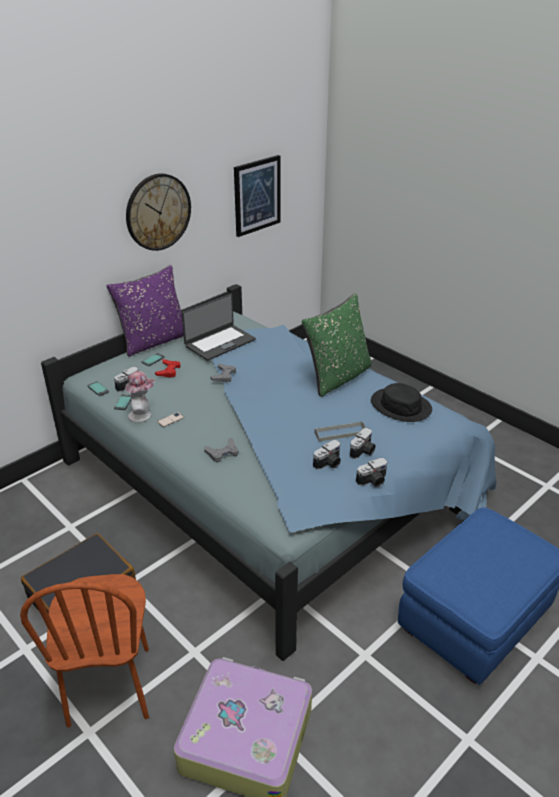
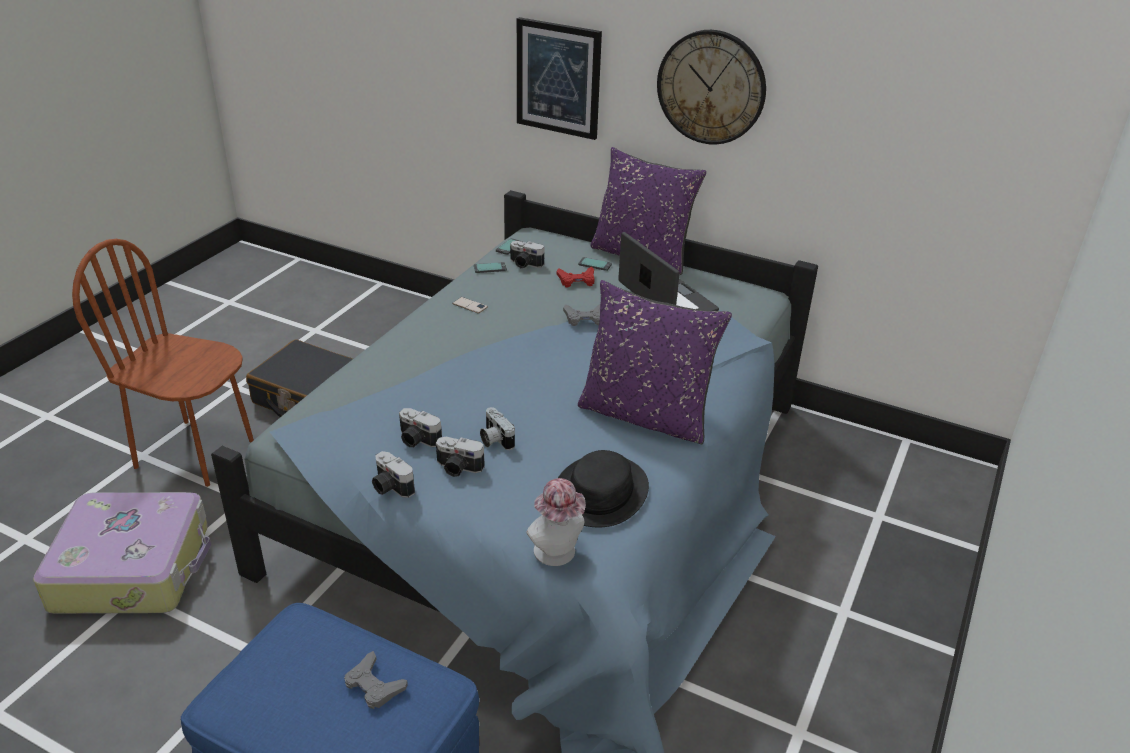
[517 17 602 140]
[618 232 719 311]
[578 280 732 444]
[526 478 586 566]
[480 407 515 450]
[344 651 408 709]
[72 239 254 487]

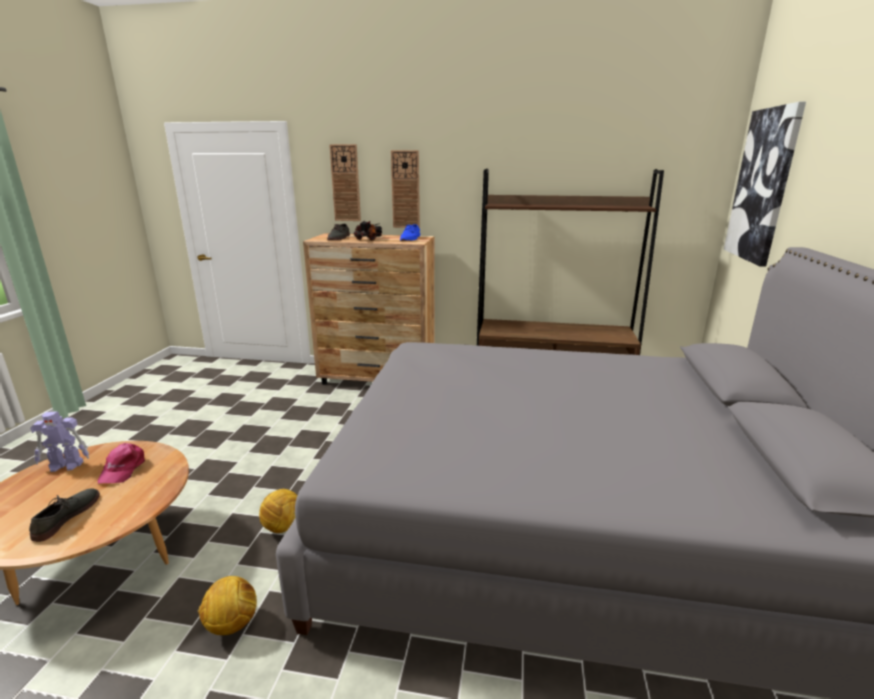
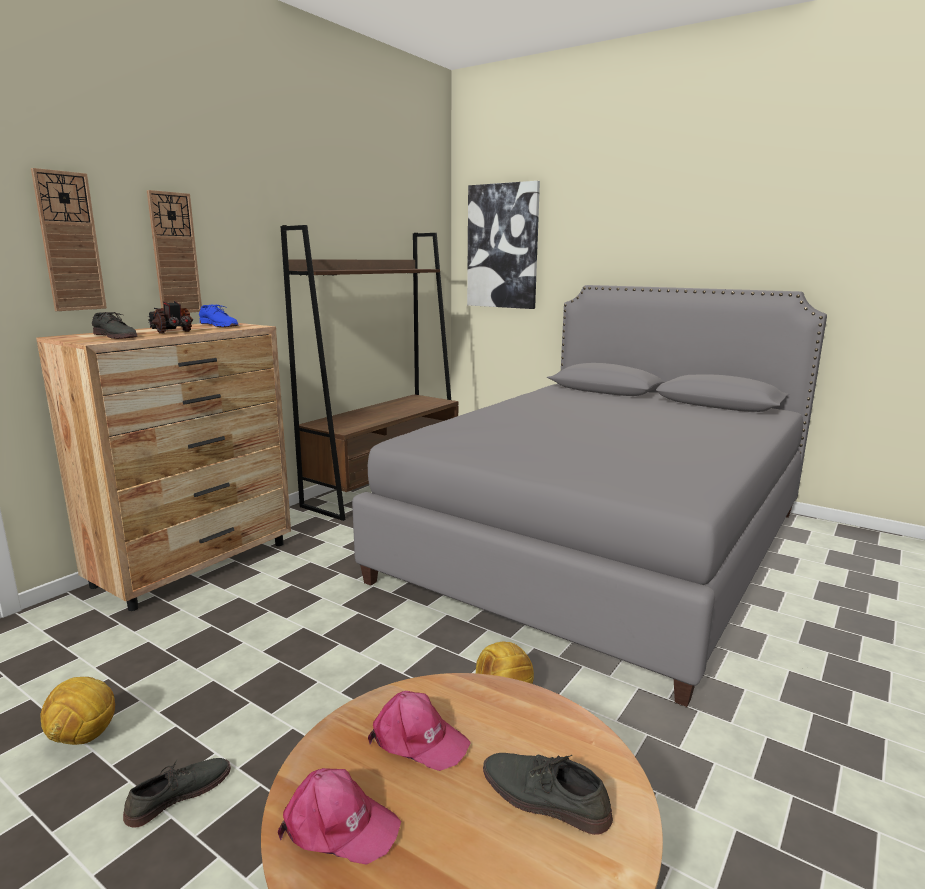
[278 768 401 865]
[40 677 115 745]
[123 758 231 828]

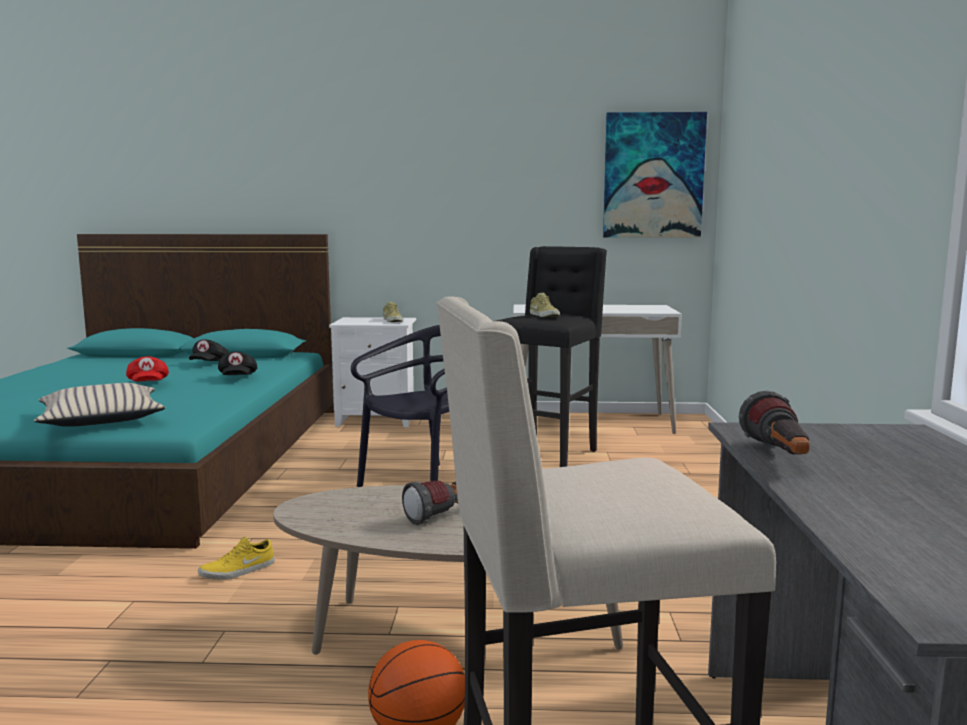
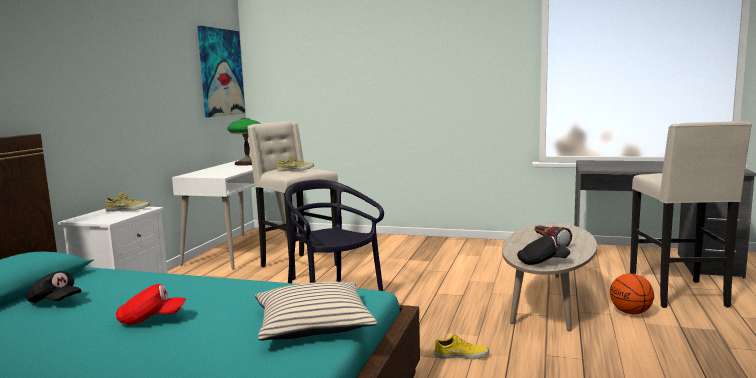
[247 121 338 280]
[517 235 571 265]
[739 391 810 454] (first image)
[434 333 489 360]
[227 118 261 166]

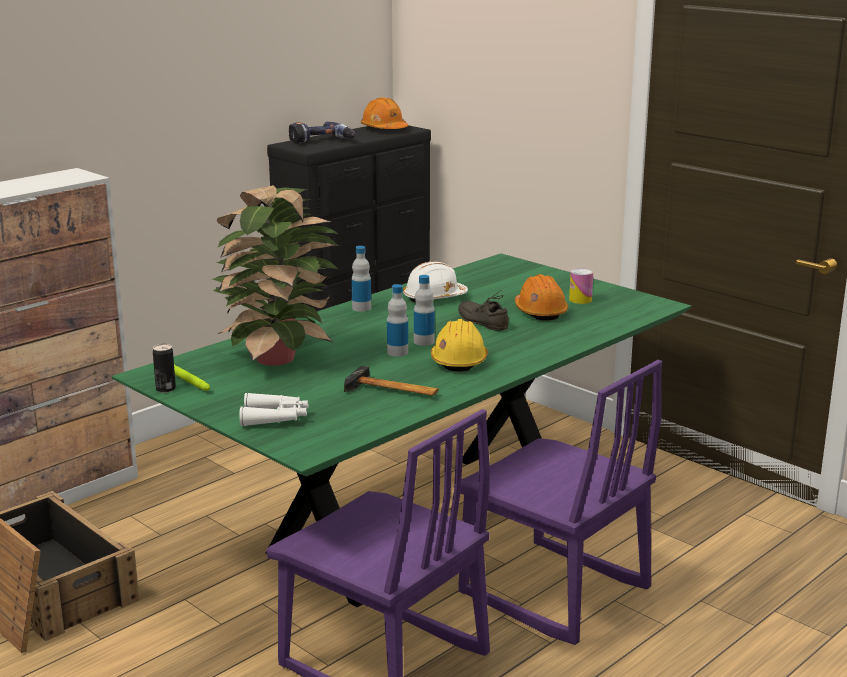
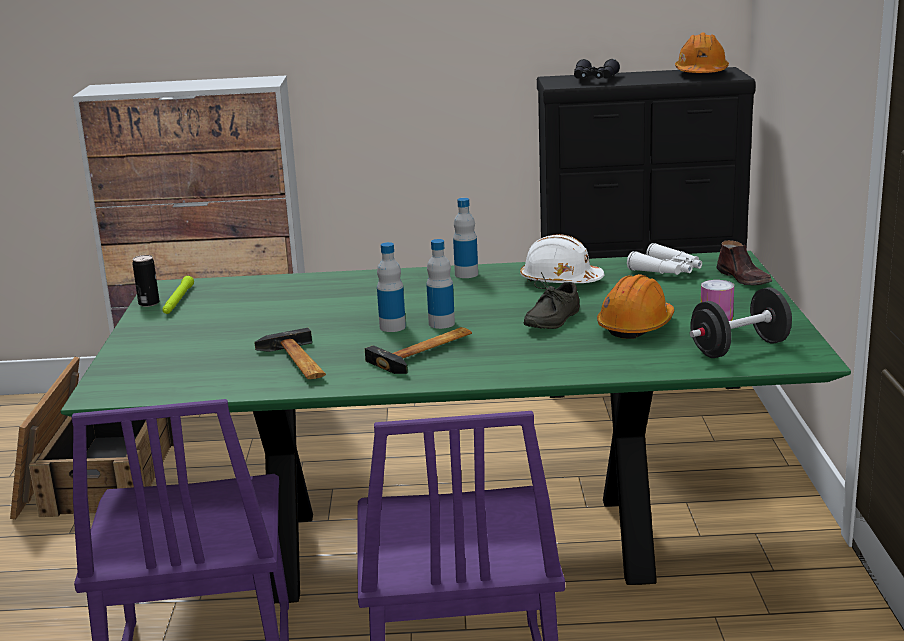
[574 59 620 79]
[213 185 340 366] (first image)
[523 272 580 329]
[365 327 472 374]
[627 243 702 275]
[717 240 772 285]
[690 288 792 358]

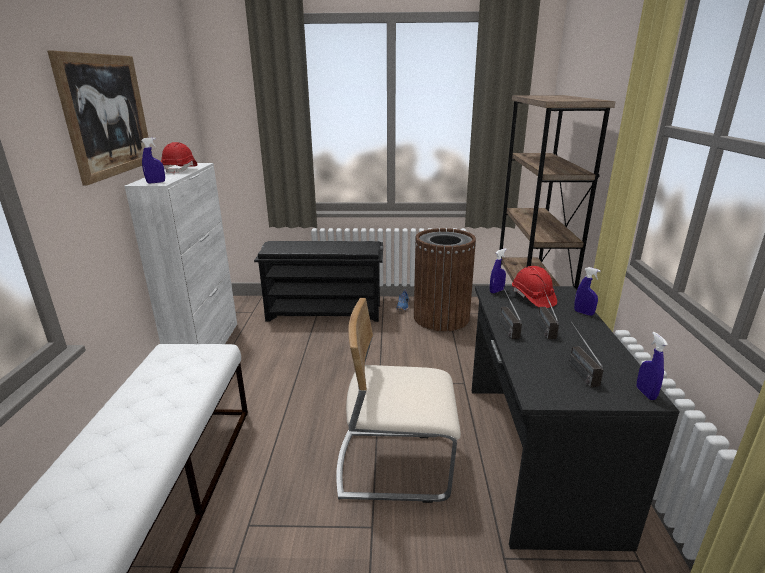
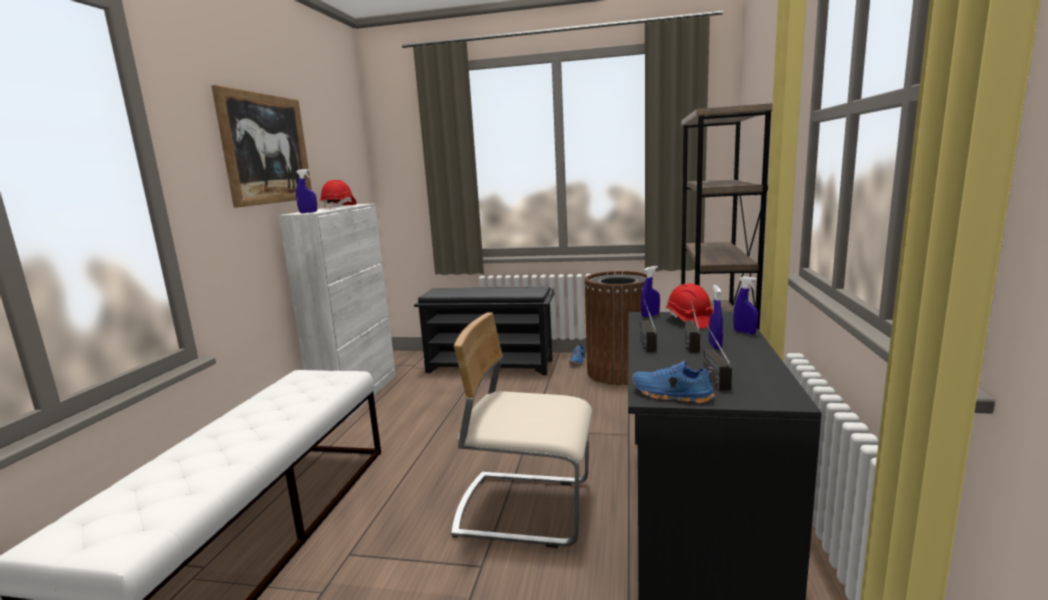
[709 285 723 349]
[633 360 715 404]

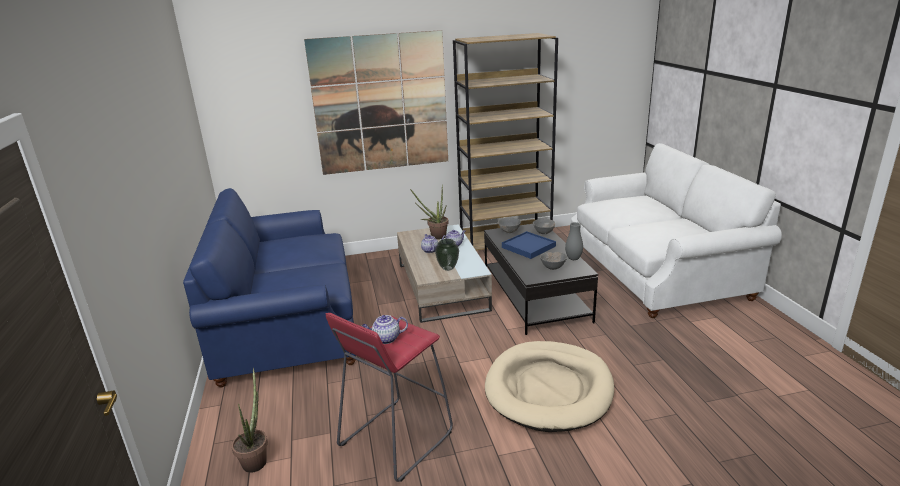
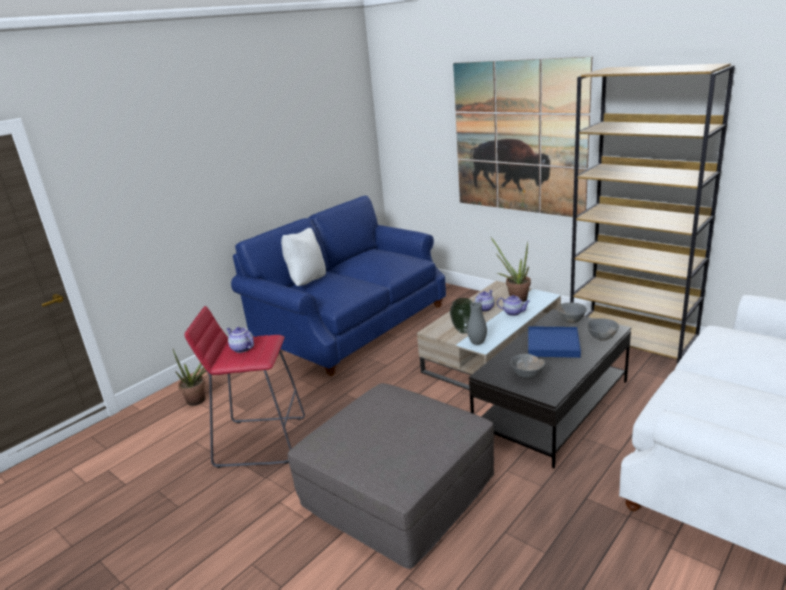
[467 302 487 345]
[288 383 494 569]
[281 228 326 286]

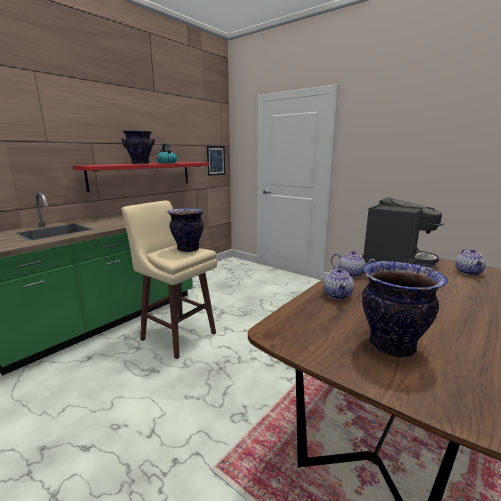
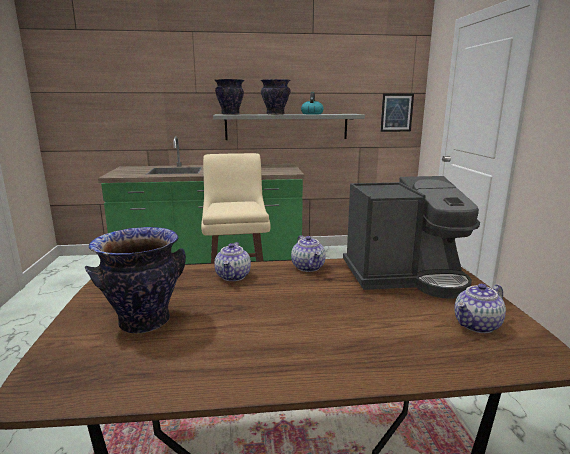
[213 114 365 140]
[215 79 244 115]
[214 242 251 281]

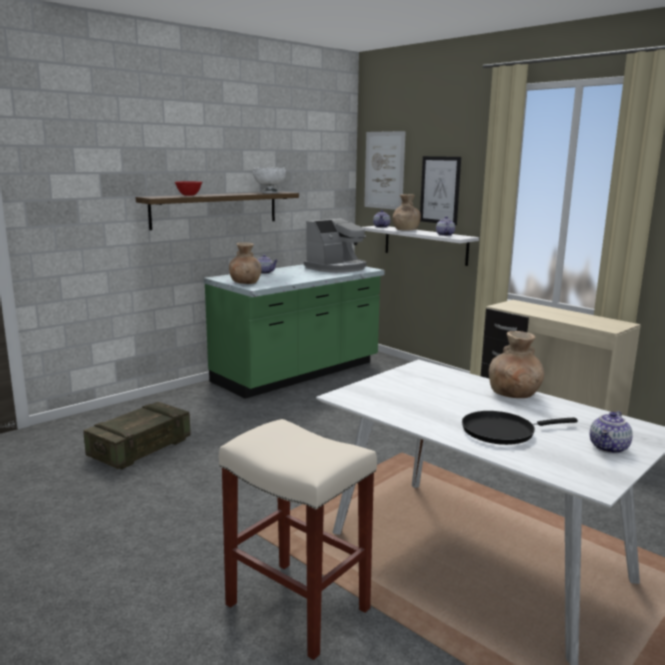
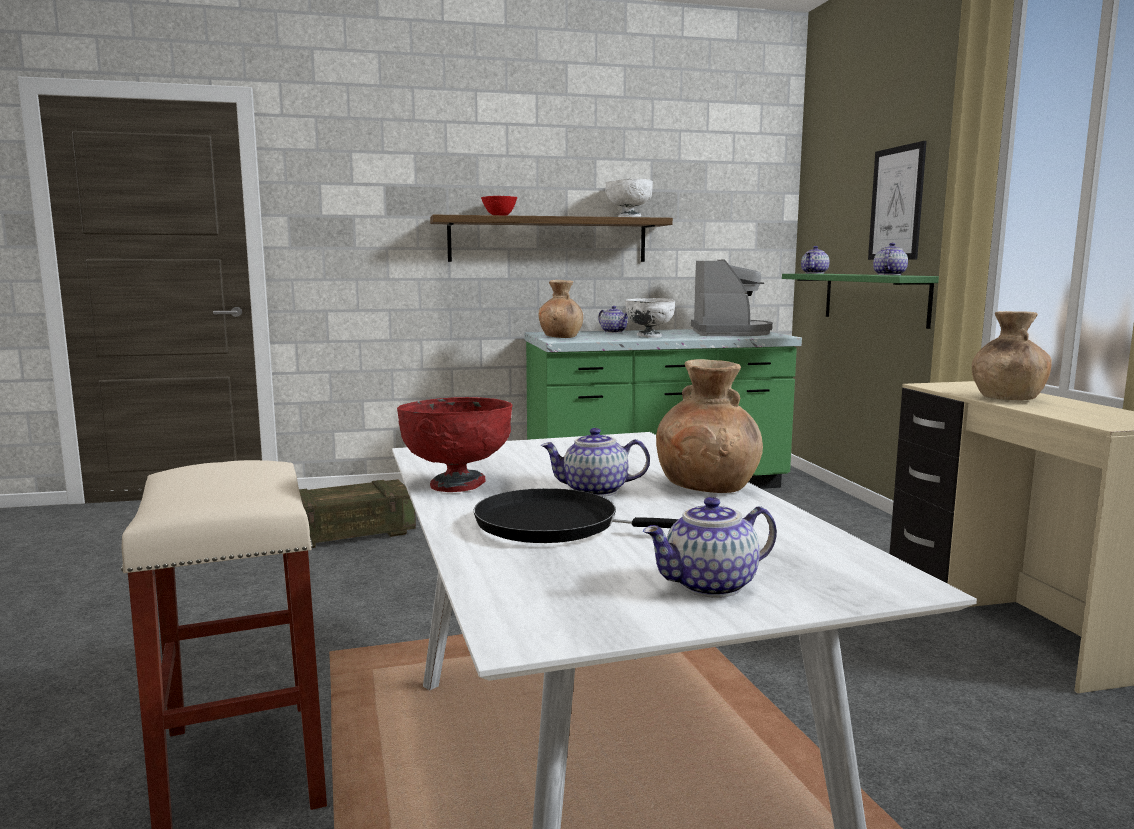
[364 131 406 210] (first image)
[972 311 1052 400]
[691 260 773 336]
[782 274 939 329]
[625 298 675 338]
[397 397 513 492]
[540 428 650 497]

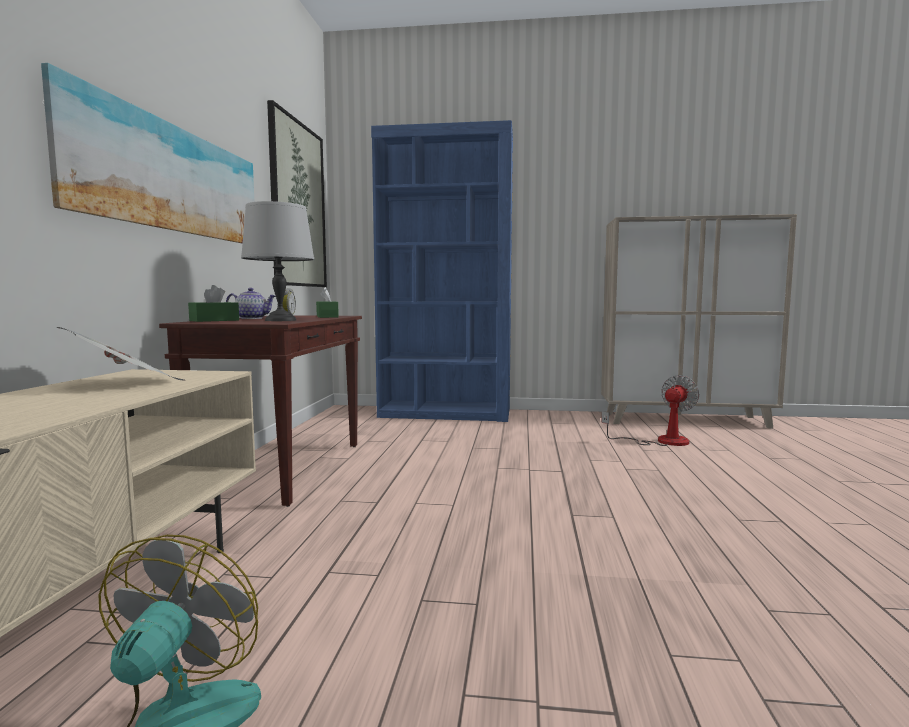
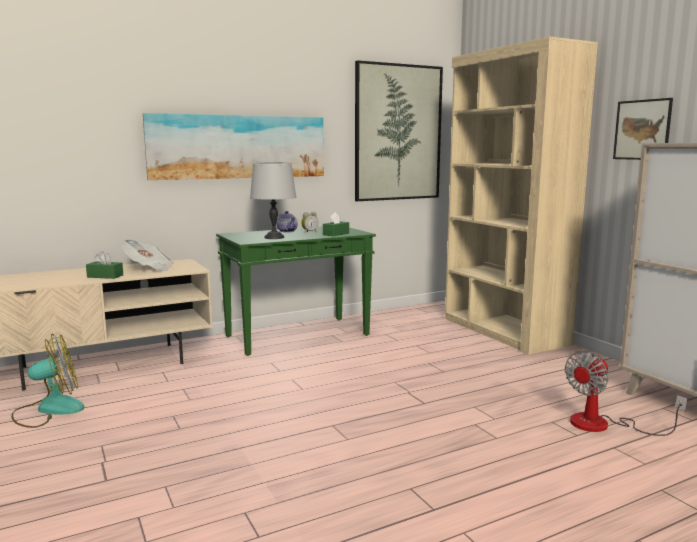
[445 36 598 355]
[86 251 123 279]
[216 226 376 356]
[565 351 687 436]
[613 98 673 160]

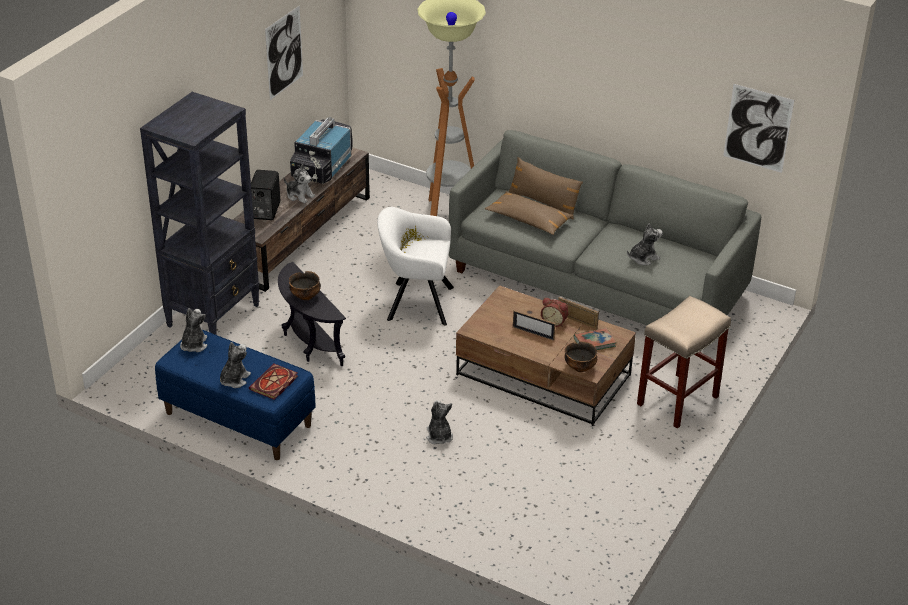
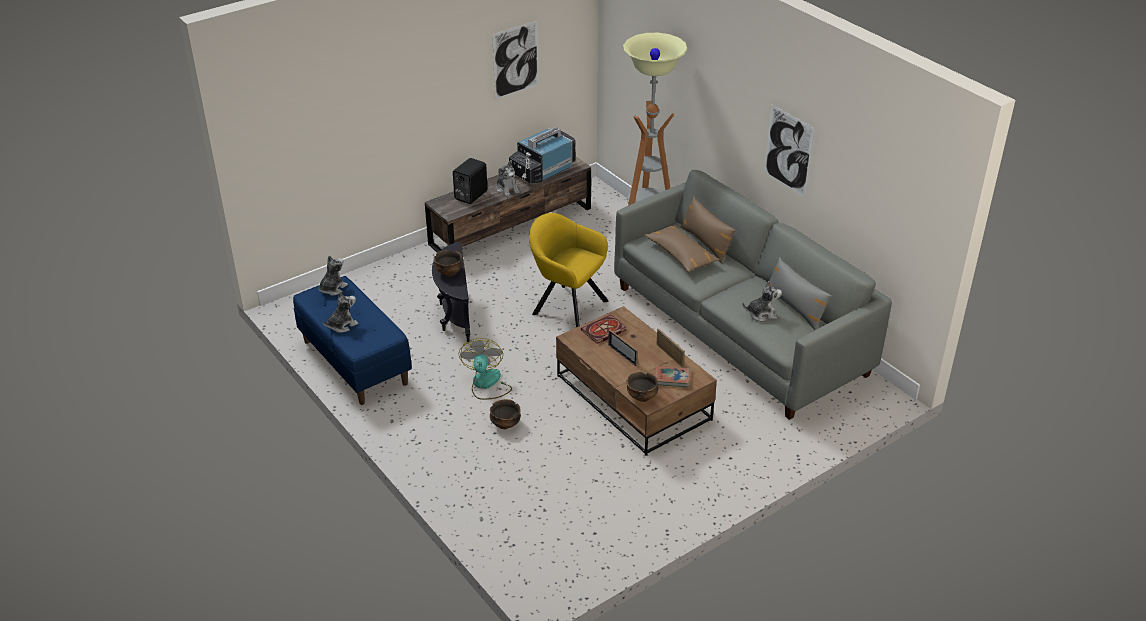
[764 105 814 197]
[140 92 259 335] (first image)
[529 213 609 327]
[637 296 731 429] (first image)
[541 298 569 327] (first image)
[581 315 626 344]
[490 399 521 429]
[769 257 832 330]
[459 338 512 400]

